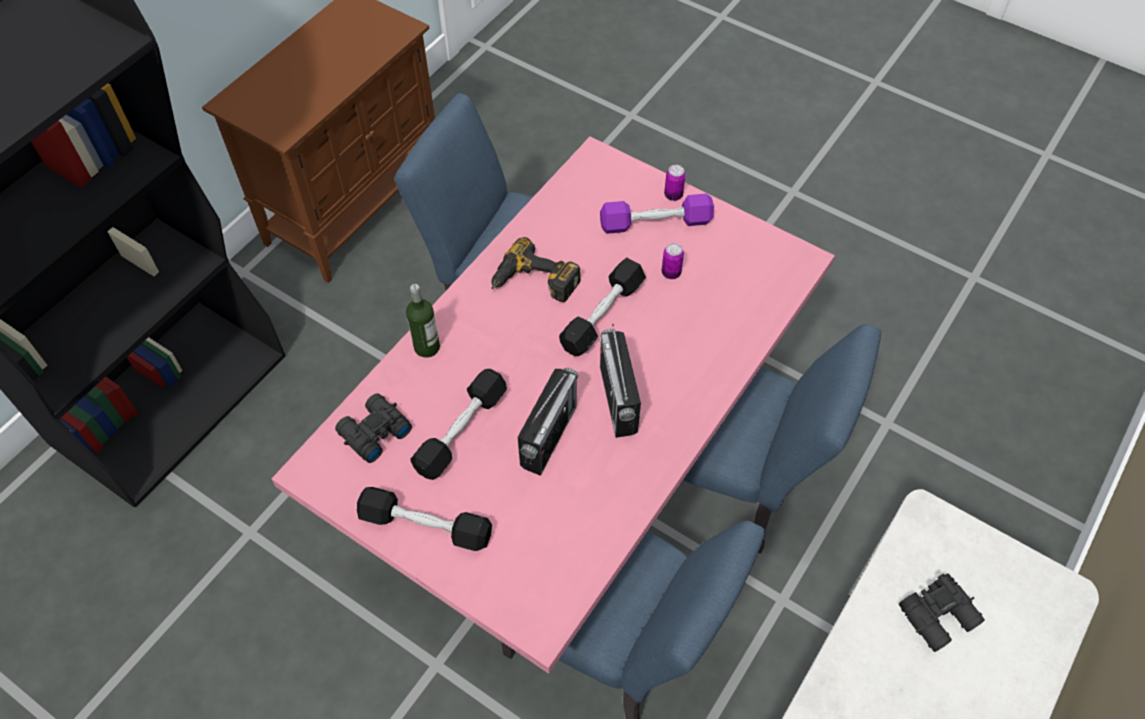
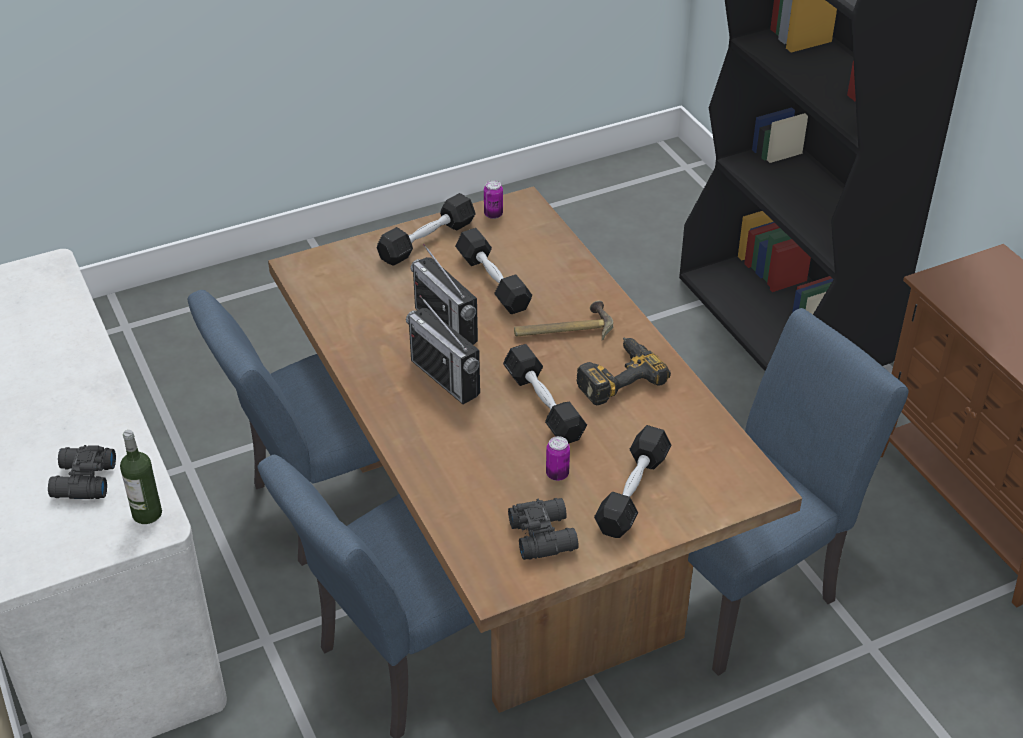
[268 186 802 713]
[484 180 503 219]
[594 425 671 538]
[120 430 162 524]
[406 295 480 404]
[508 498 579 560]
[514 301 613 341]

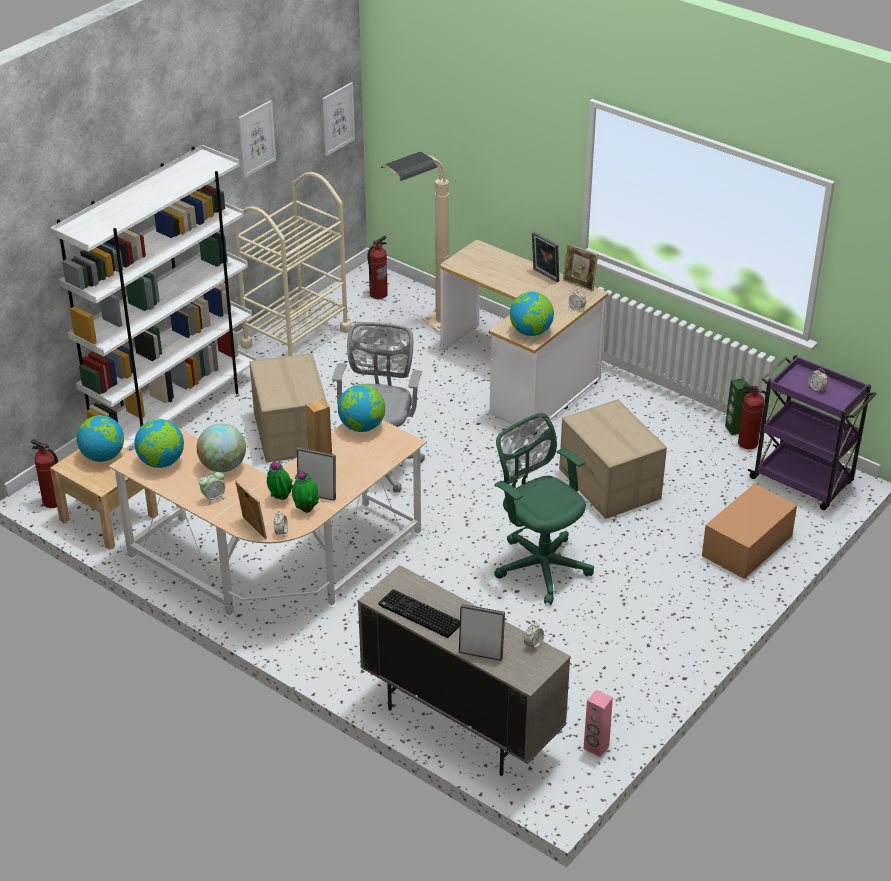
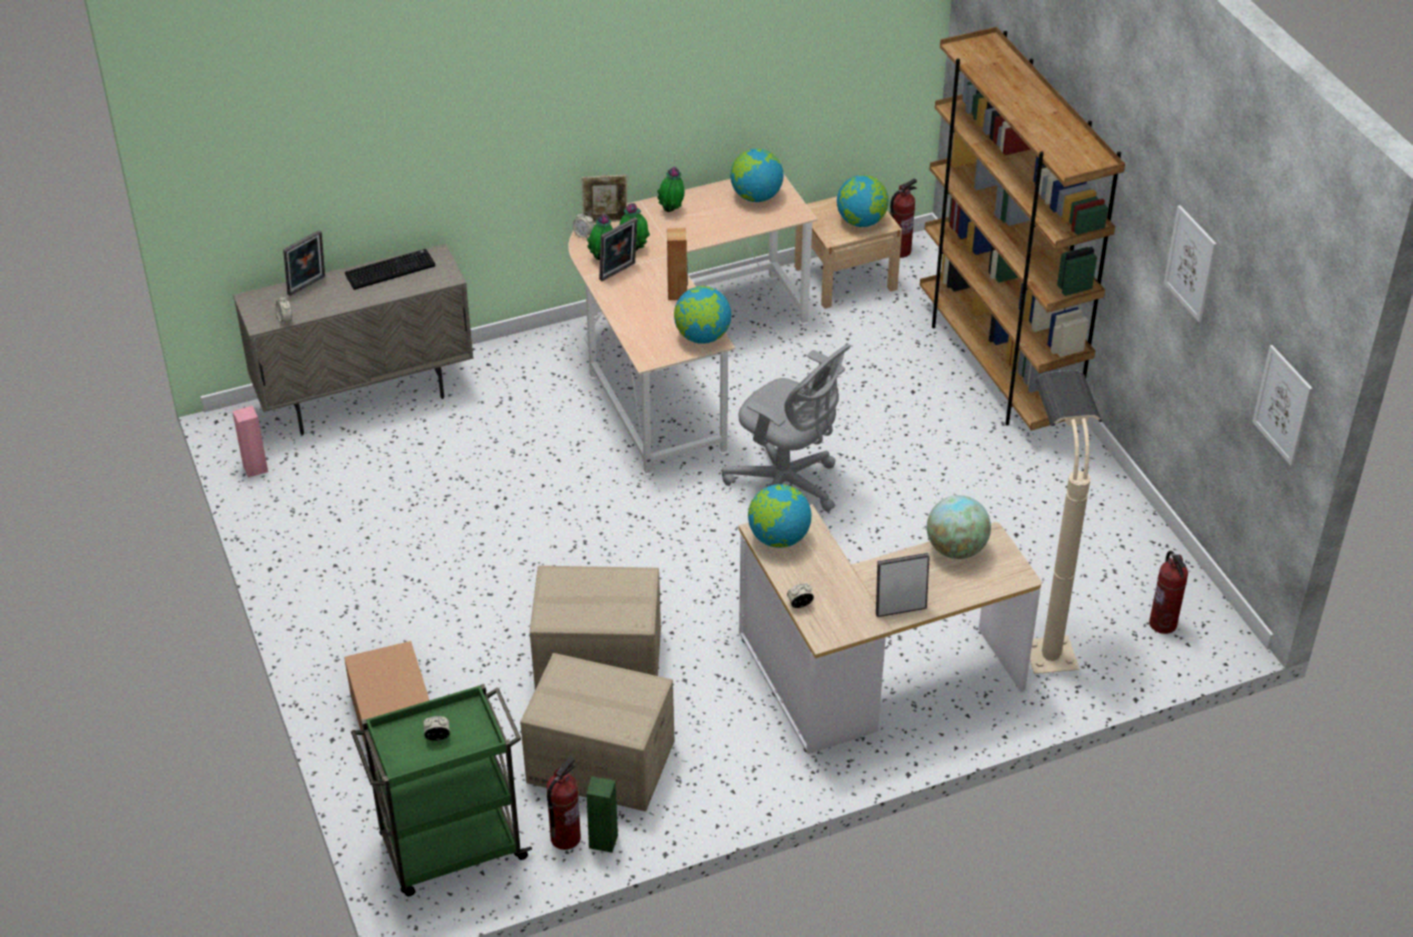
[920 27 1125 431]
[234 172 352 356] (first image)
[563 243 598 292] (first image)
[520 653 675 811]
[351 684 532 896]
[494 413 594 605] (first image)
[927 495 991 559]
[657 167 684 212]

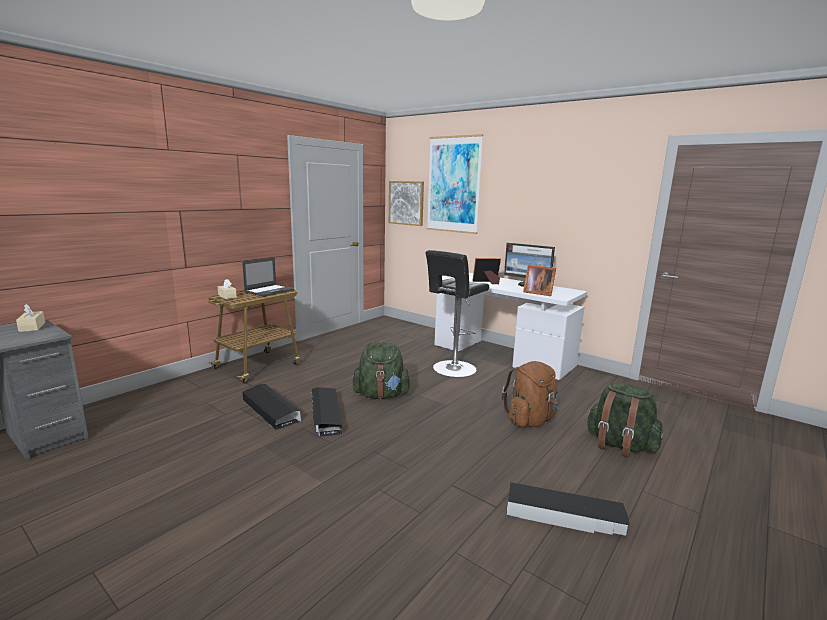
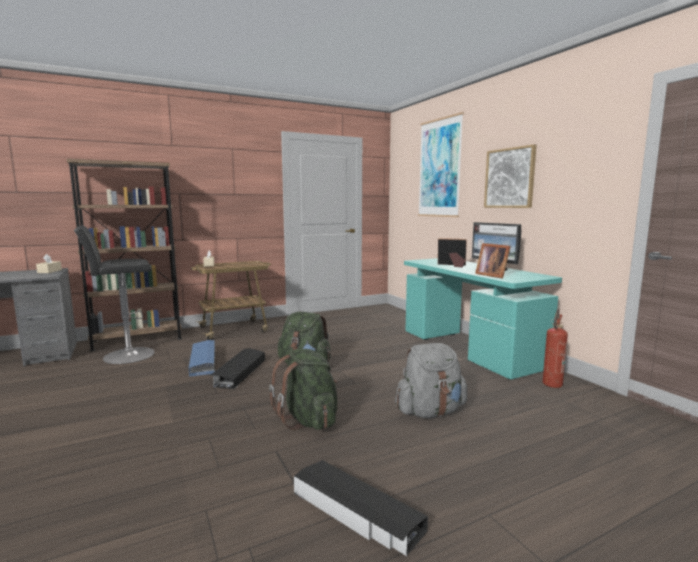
[484 144 537 208]
[74 225 154 364]
[242 257 294 297] (first image)
[404 258 562 380]
[395 343 467 418]
[269 349 337 430]
[189 340 215 376]
[67 159 182 351]
[542 309 568 388]

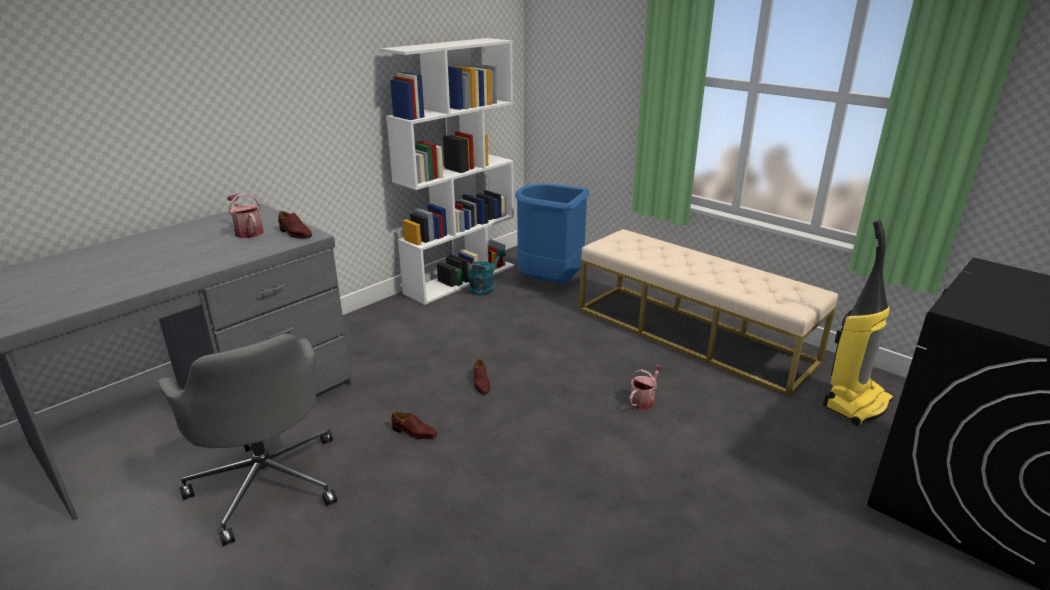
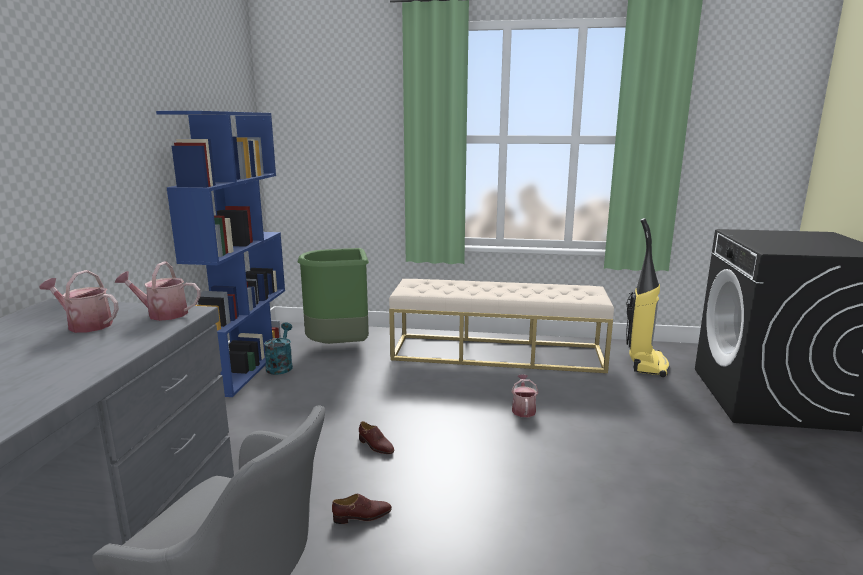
[156 111 285 397]
[298 248 369 344]
[114 262 201 321]

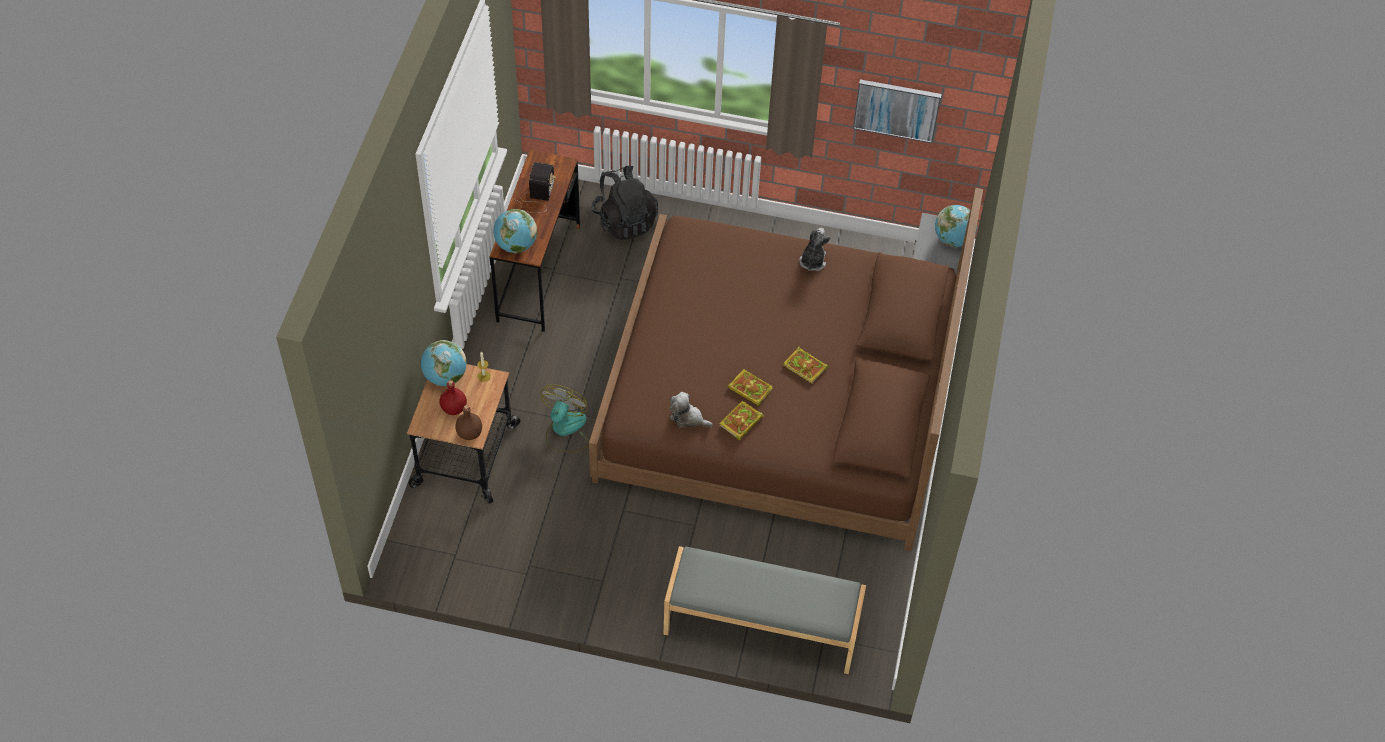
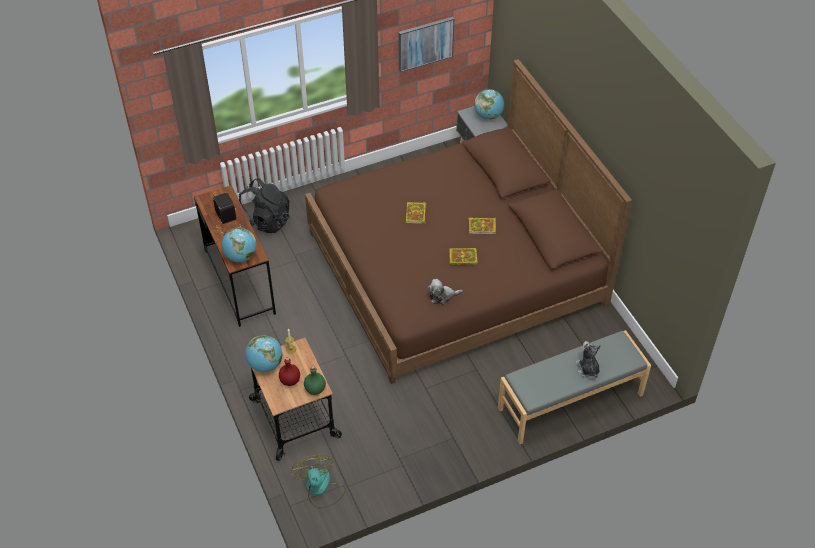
[576 341 601 378]
[291 454 346 509]
[406 202 427 224]
[304 366 326 395]

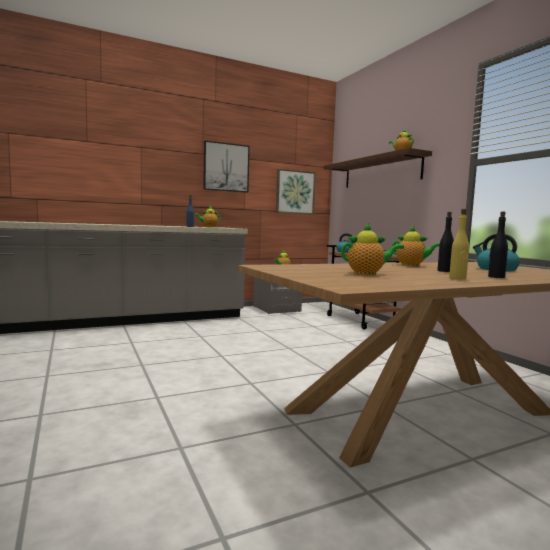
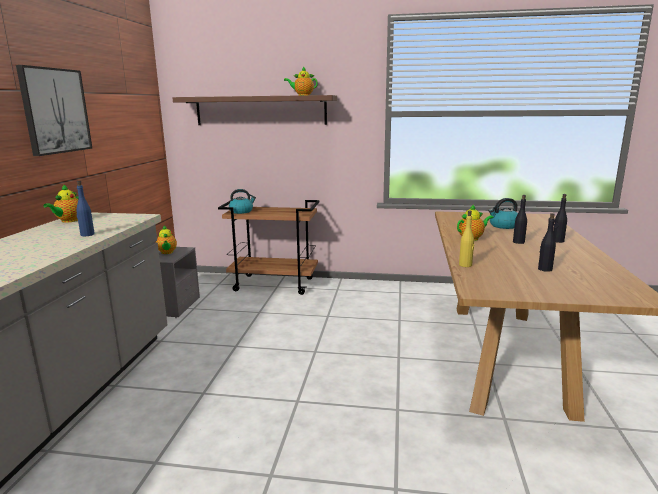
[276 169 316 215] (first image)
[459 211 474 267]
[538 213 556 272]

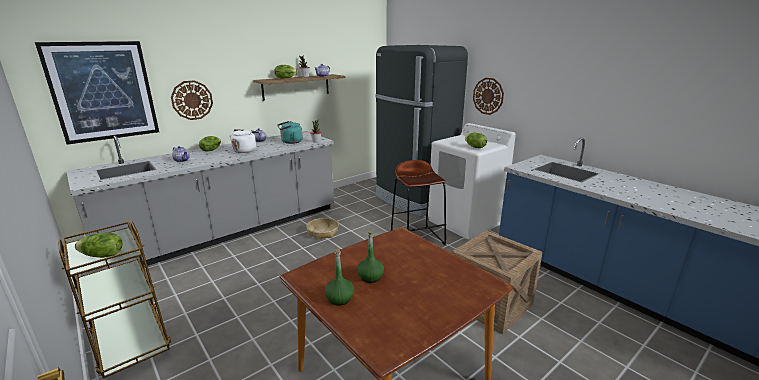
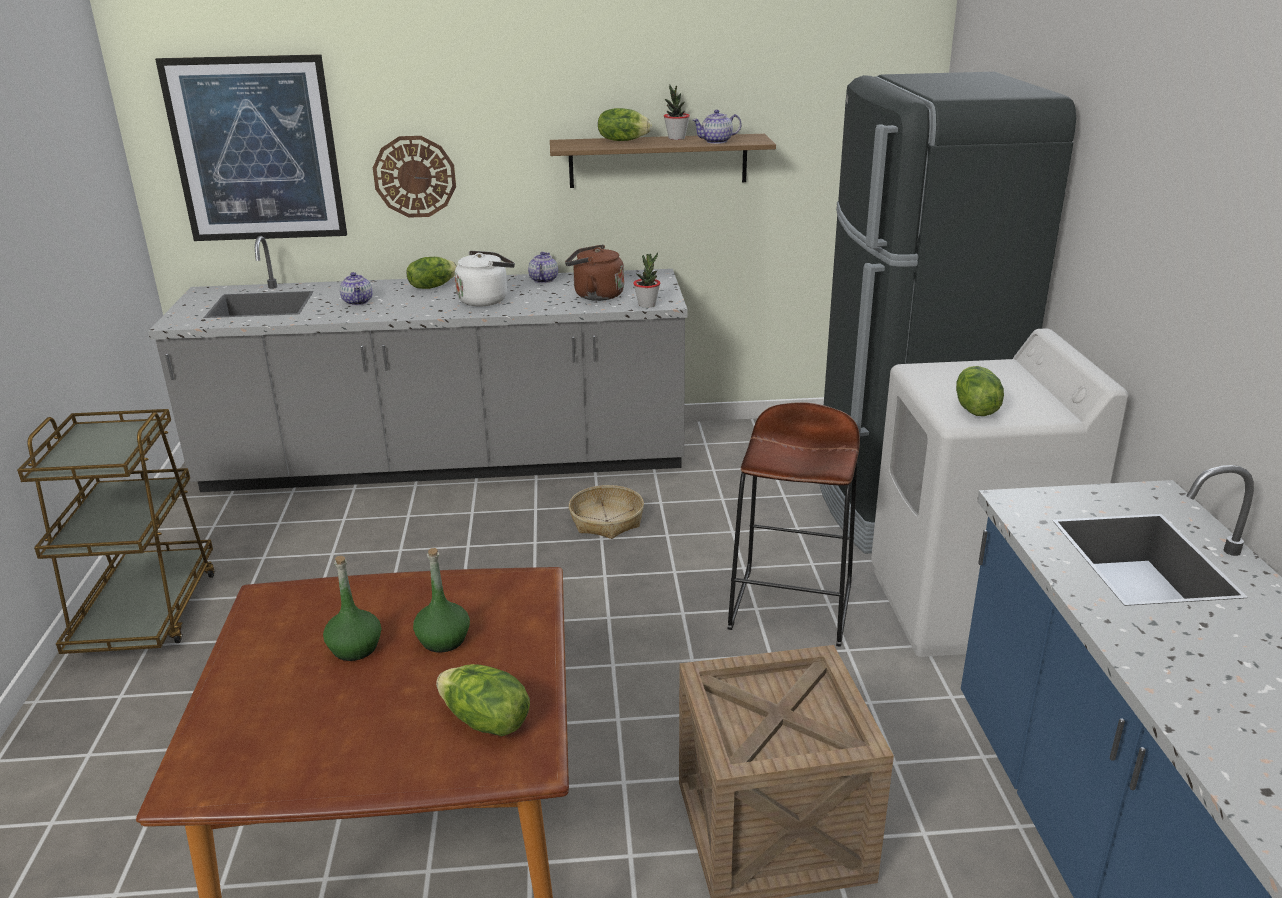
[473 78 504 115] (first image)
[565 245 624 301]
[436 664 530 736]
[413 548 470 653]

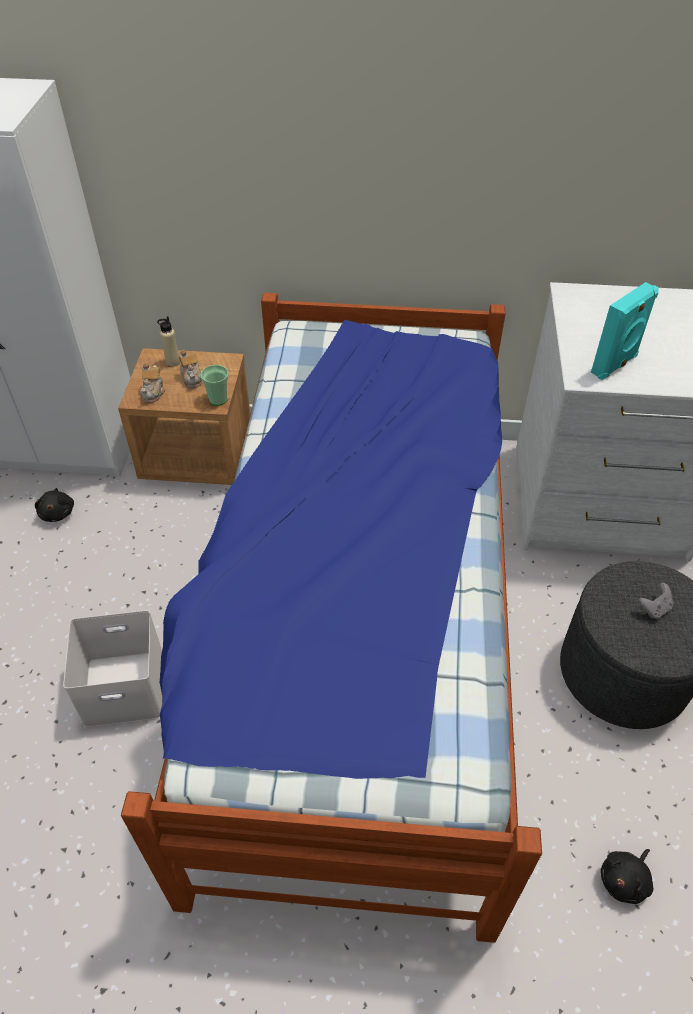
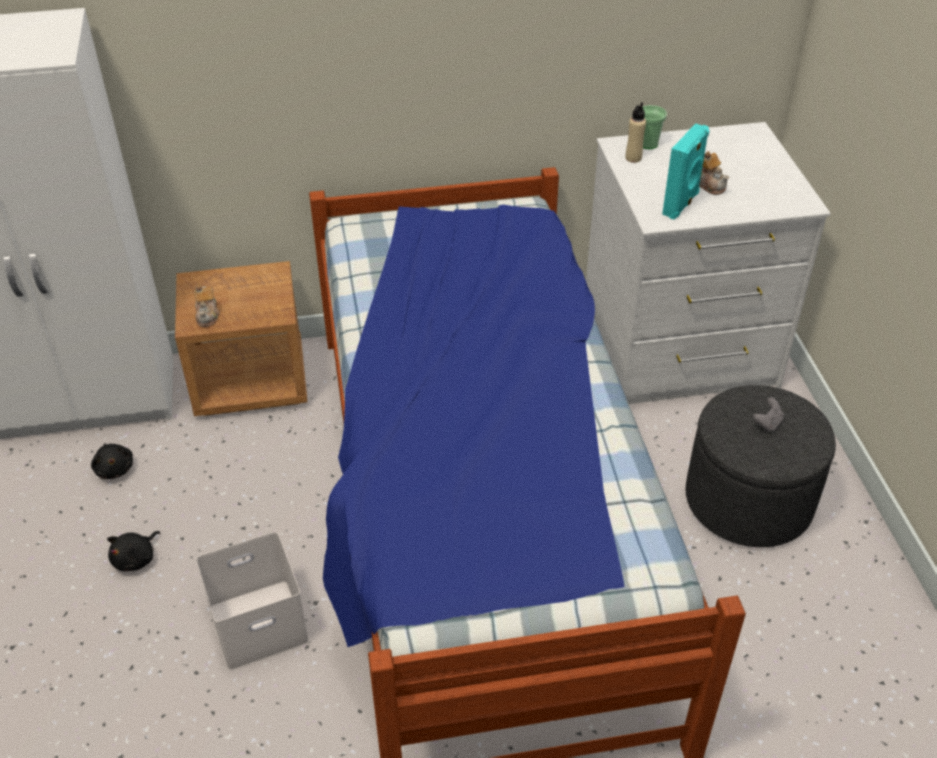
[626 102 646 163]
[699 151 729 195]
[643 105 667 149]
[107 531 160 571]

